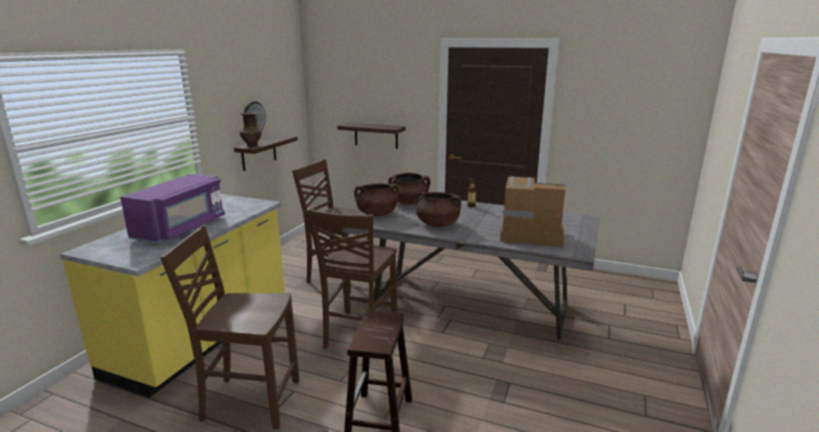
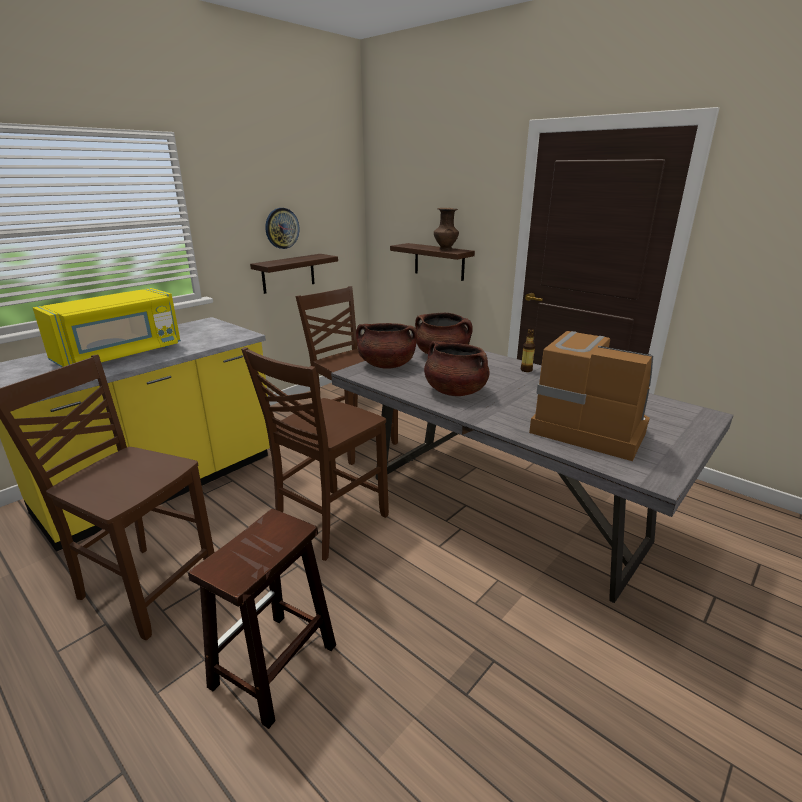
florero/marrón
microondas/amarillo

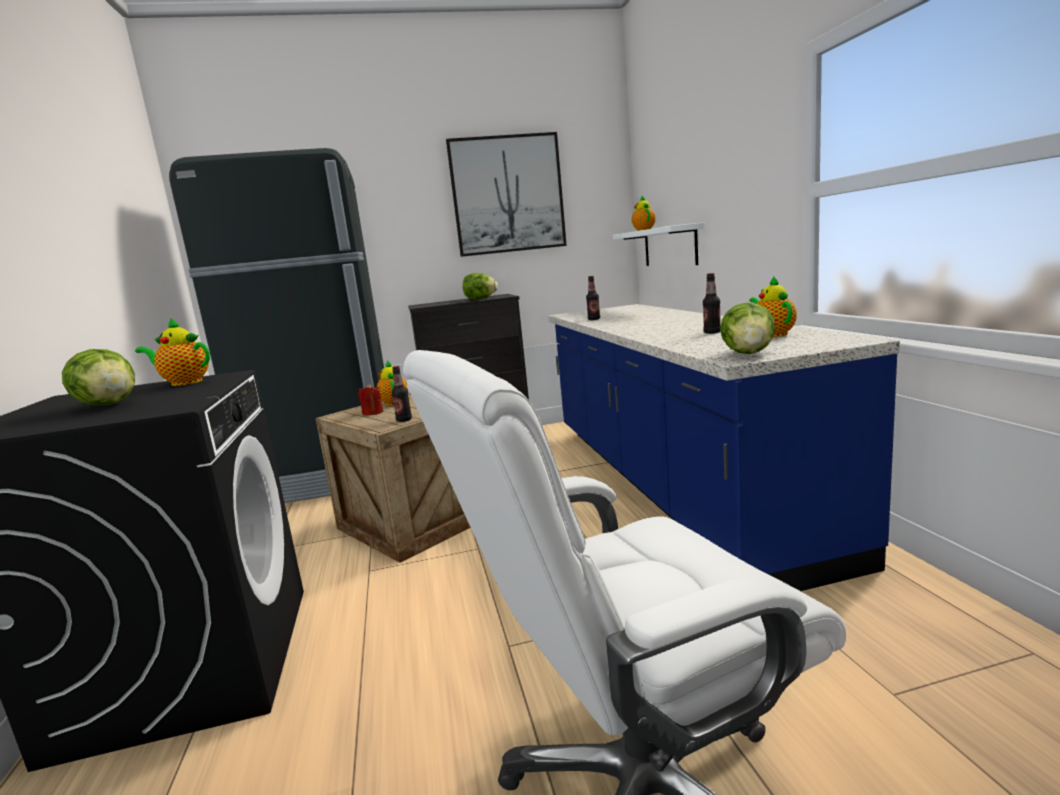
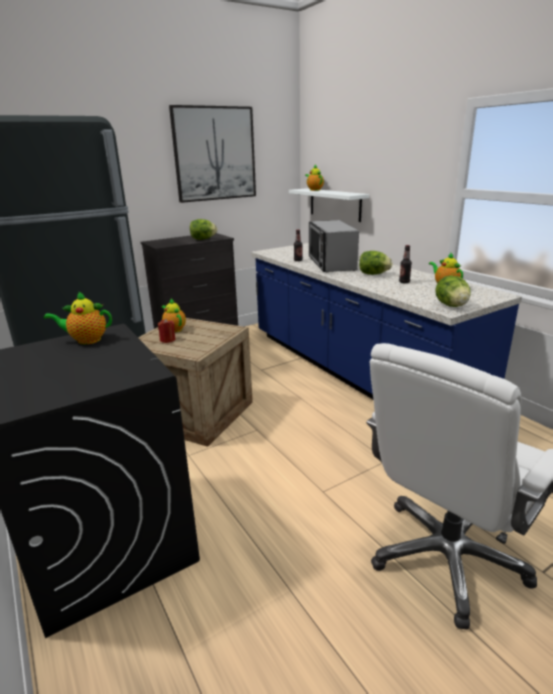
lechuga (2nd from left)
botella (1st from left in the first image)
microondas

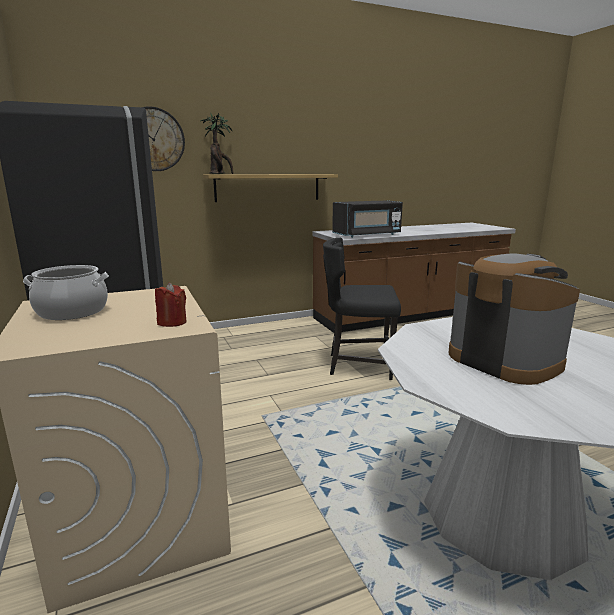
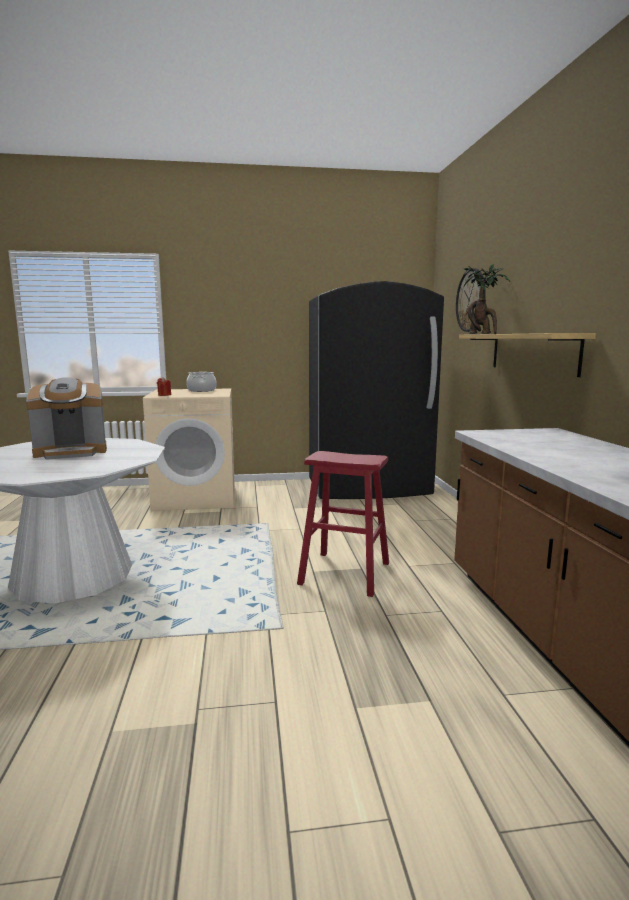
microondas/negro
taburete/rojo

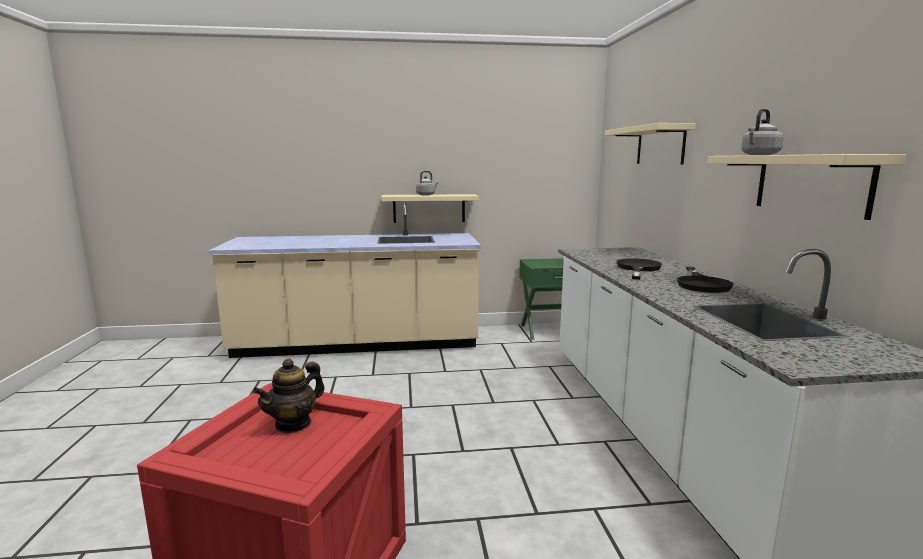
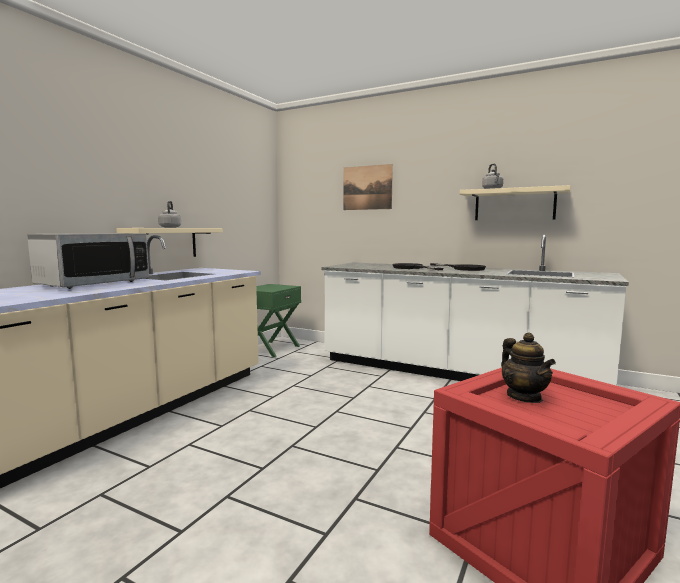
cuadro
microondas

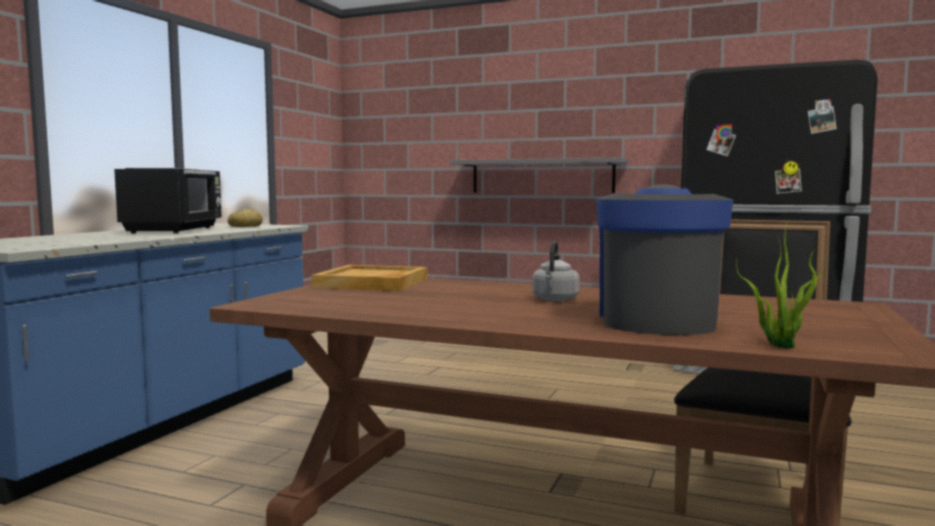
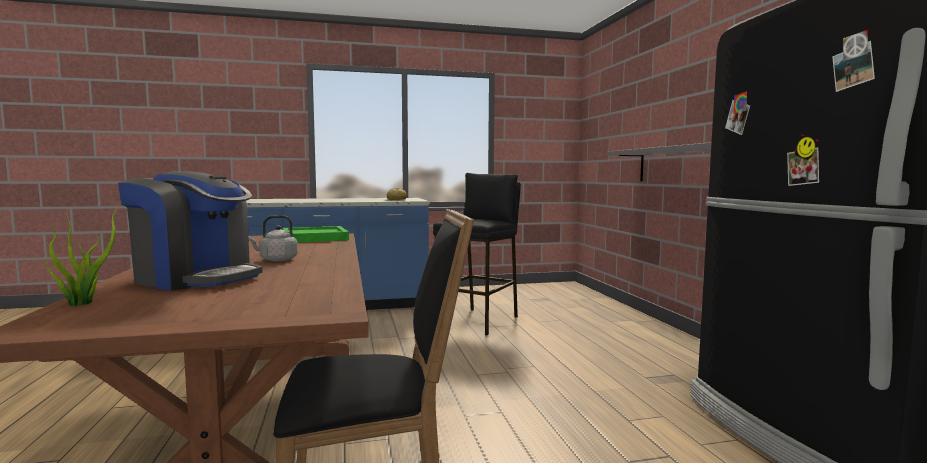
microondas/negro
cafetera
bandeja/verde
taburete/negro

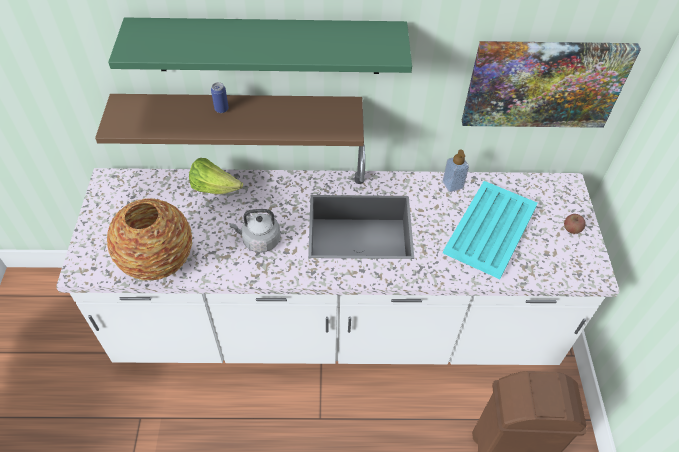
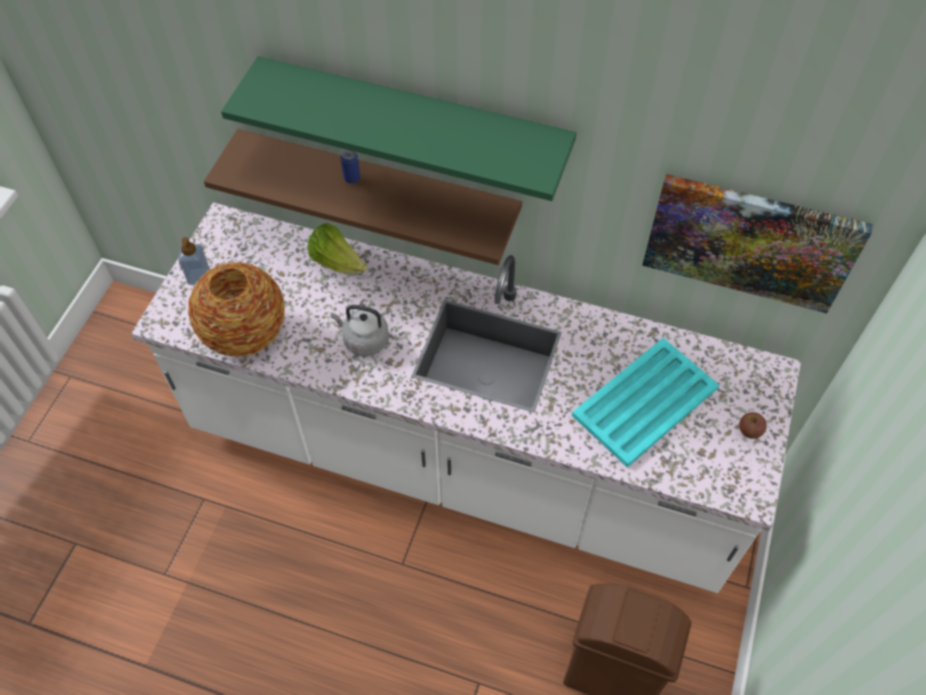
dispensador de jabón

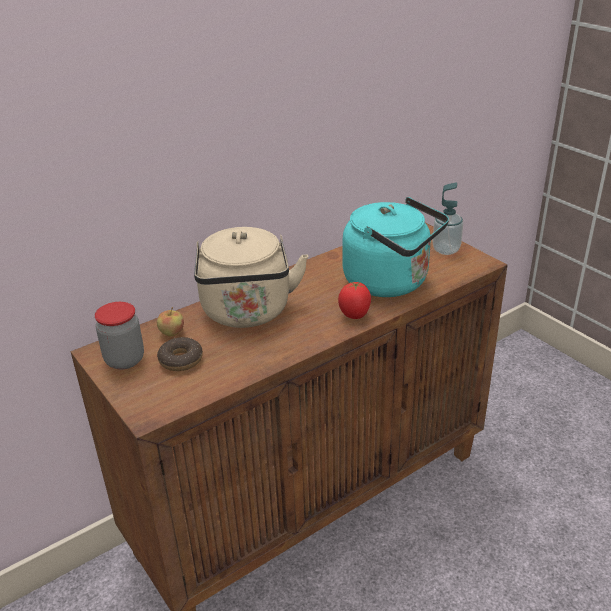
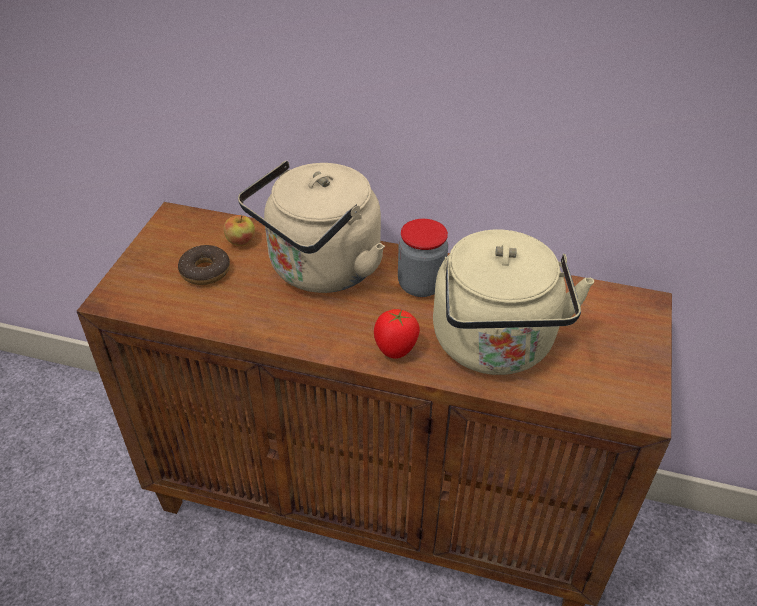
dispensador de jabón
hervidor/beis (2nd from left)
tarro

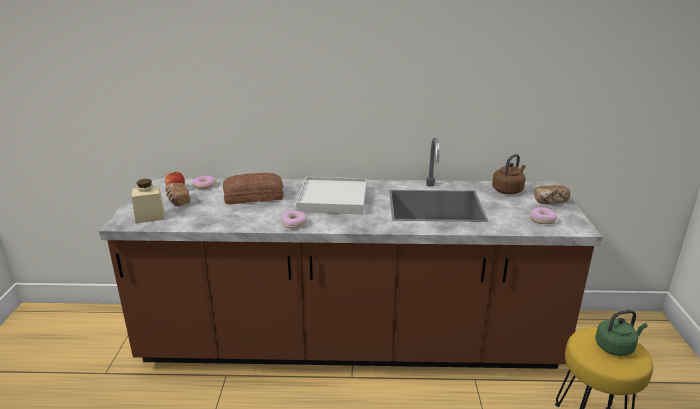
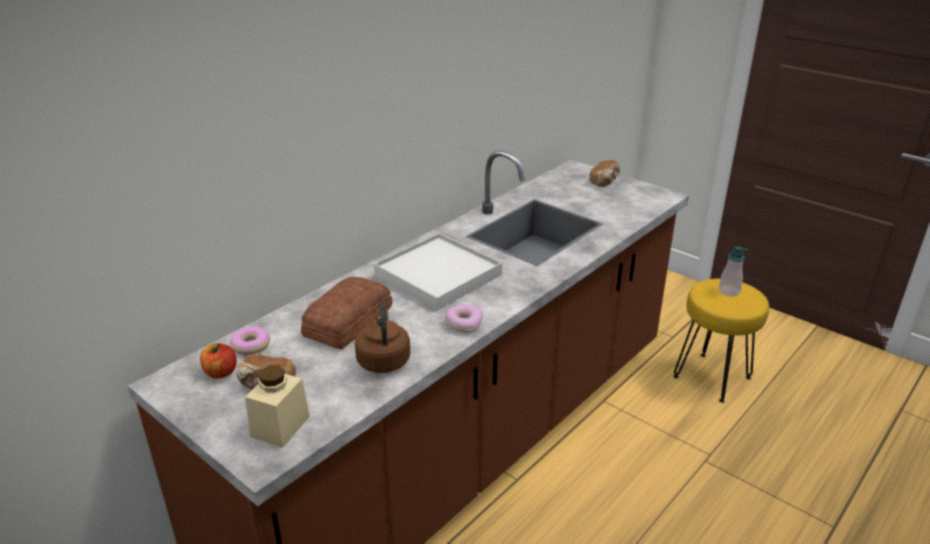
hervidor/marrón
rosquilla (3rd from left in the first image)
dispensador de jabón

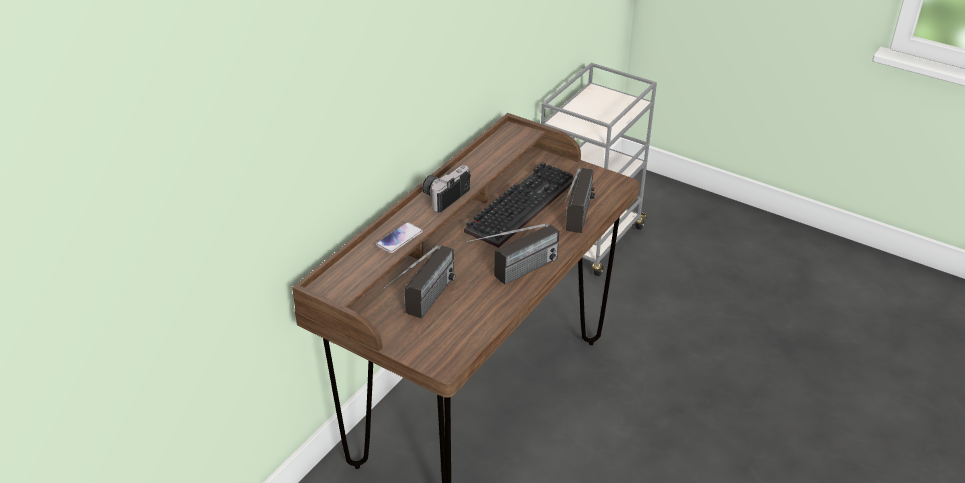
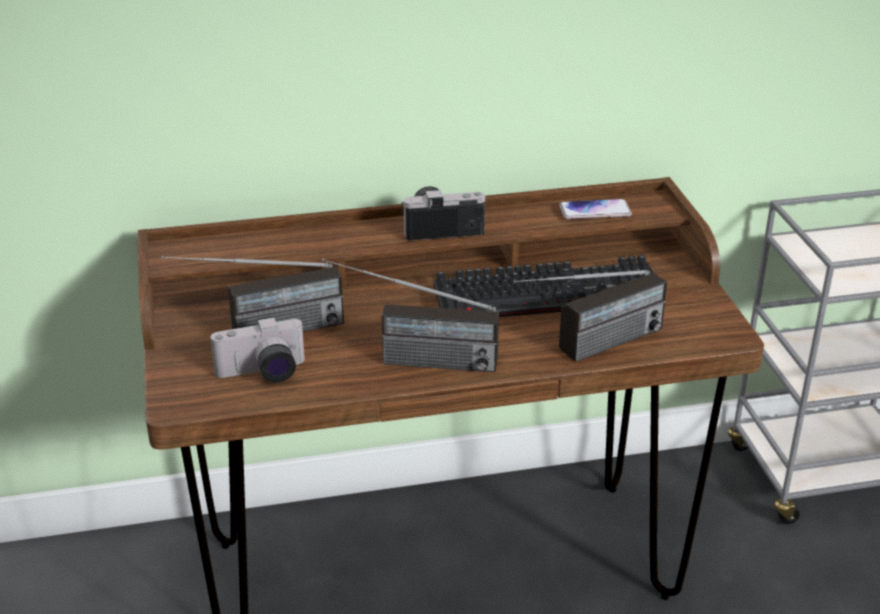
móvil
cámara (1st from left)

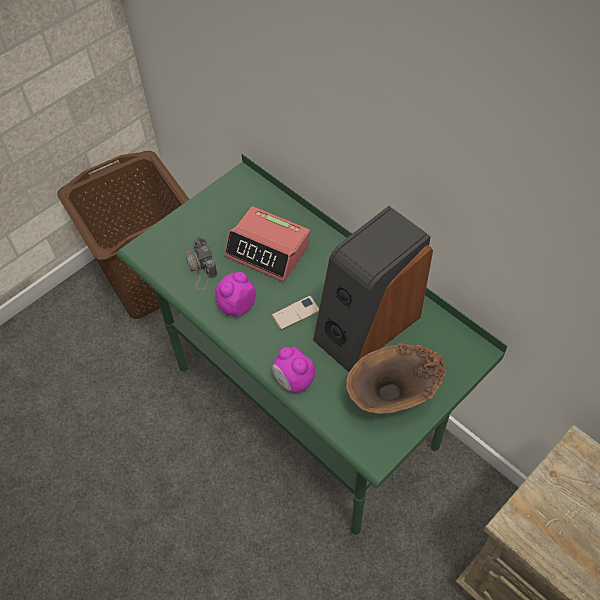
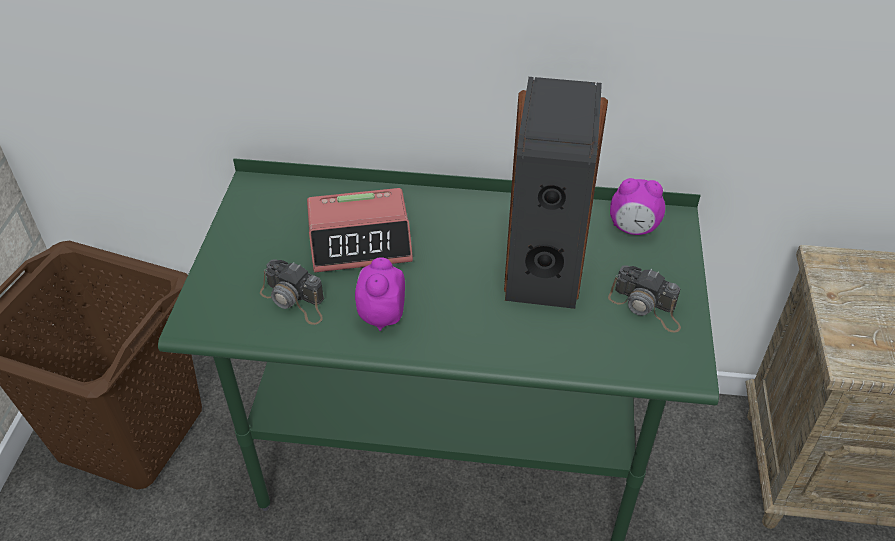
móvil
cámara (2nd from left)
despertador (3rd from left)

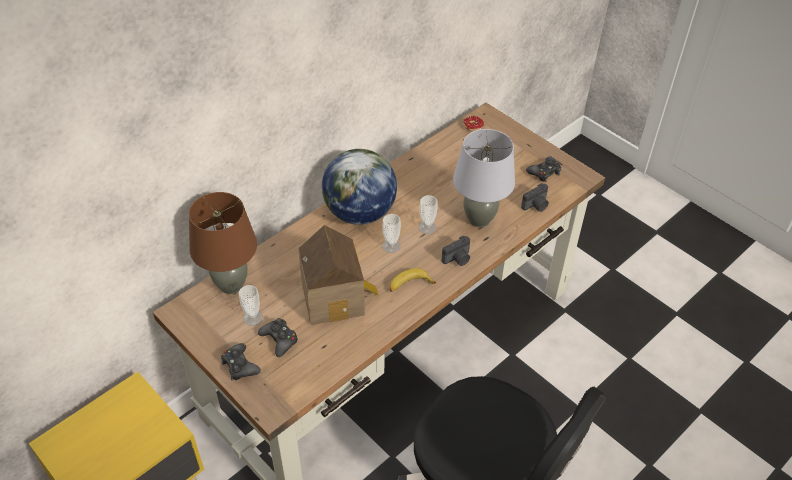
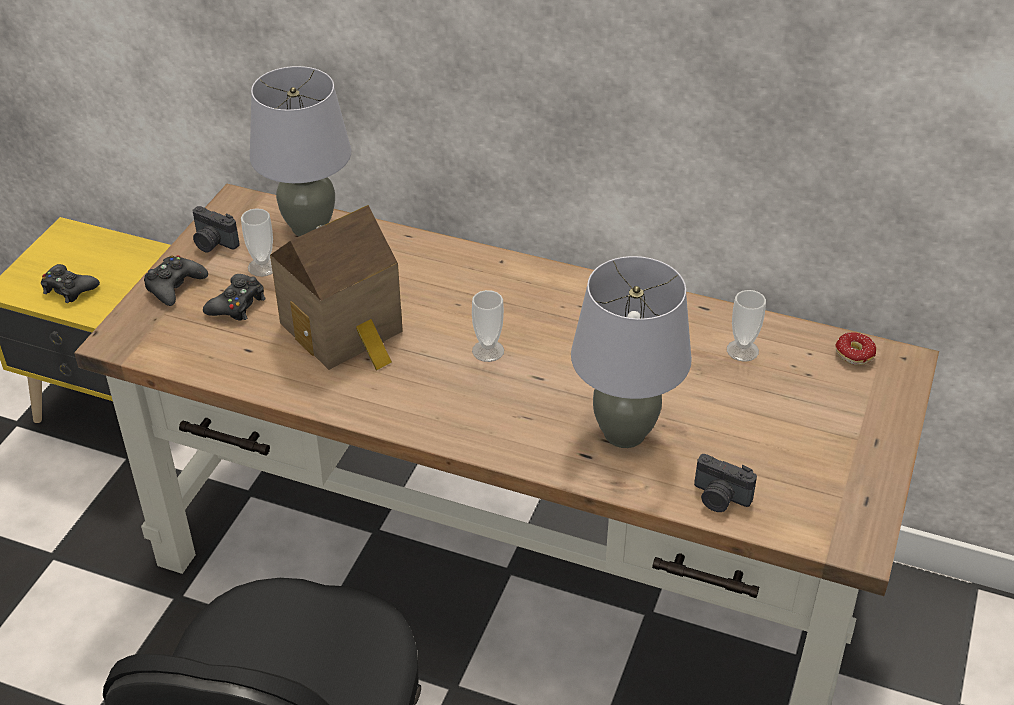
globo terráqueo
mando de consola/negro (1st from left)
lámpara de mesa/gris (1st from left)
taza (3rd from left)
cámara (1st from left)
plátano

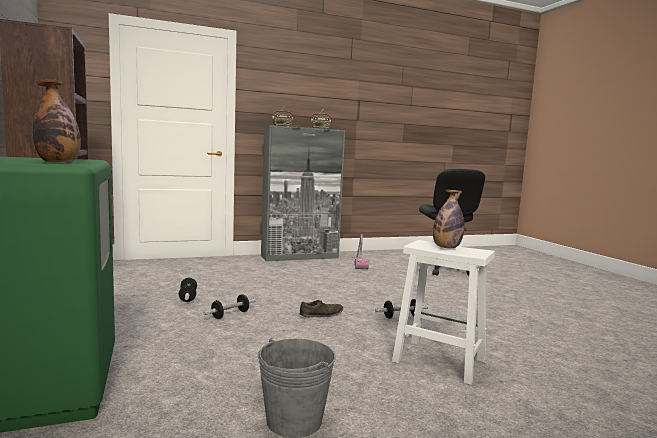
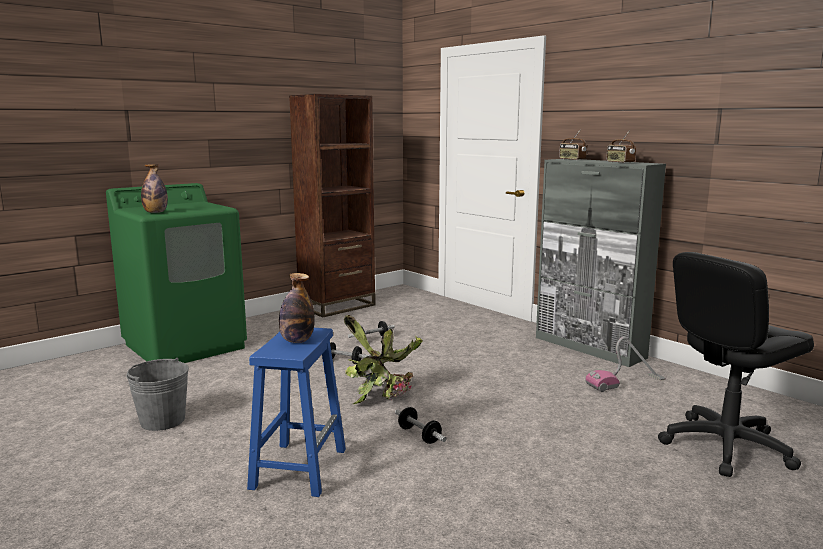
taburete/azul
planta en maceta

